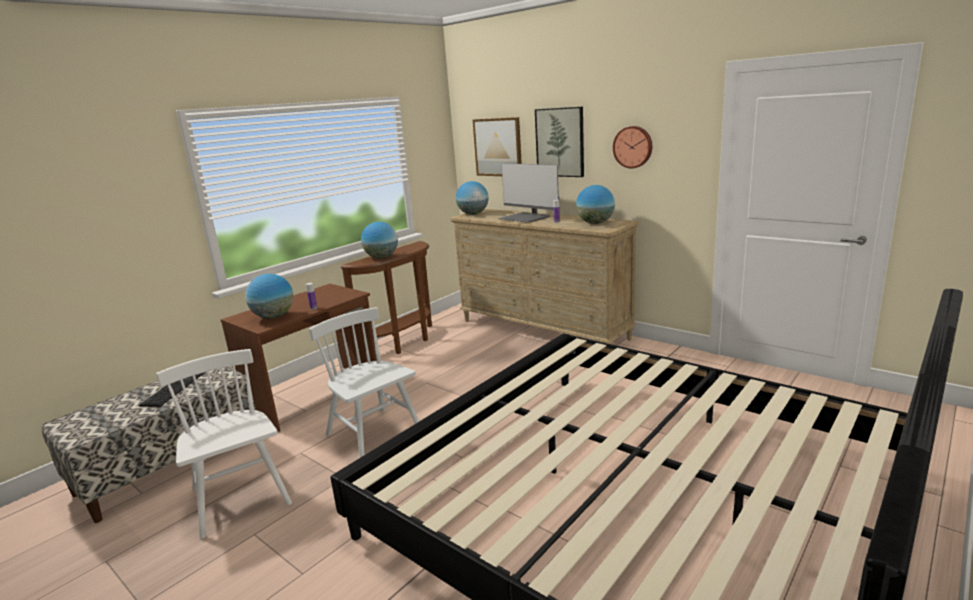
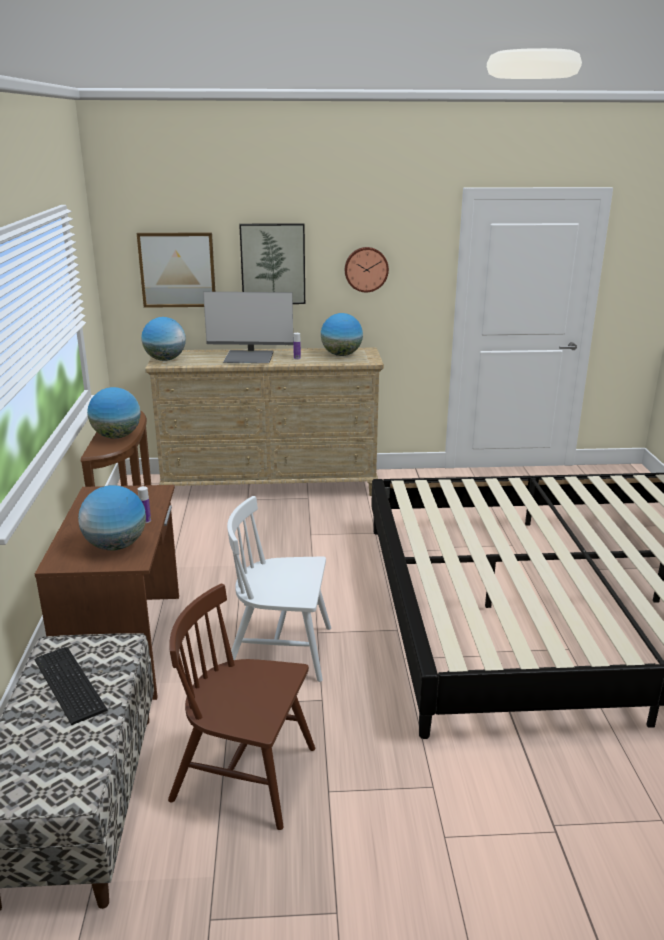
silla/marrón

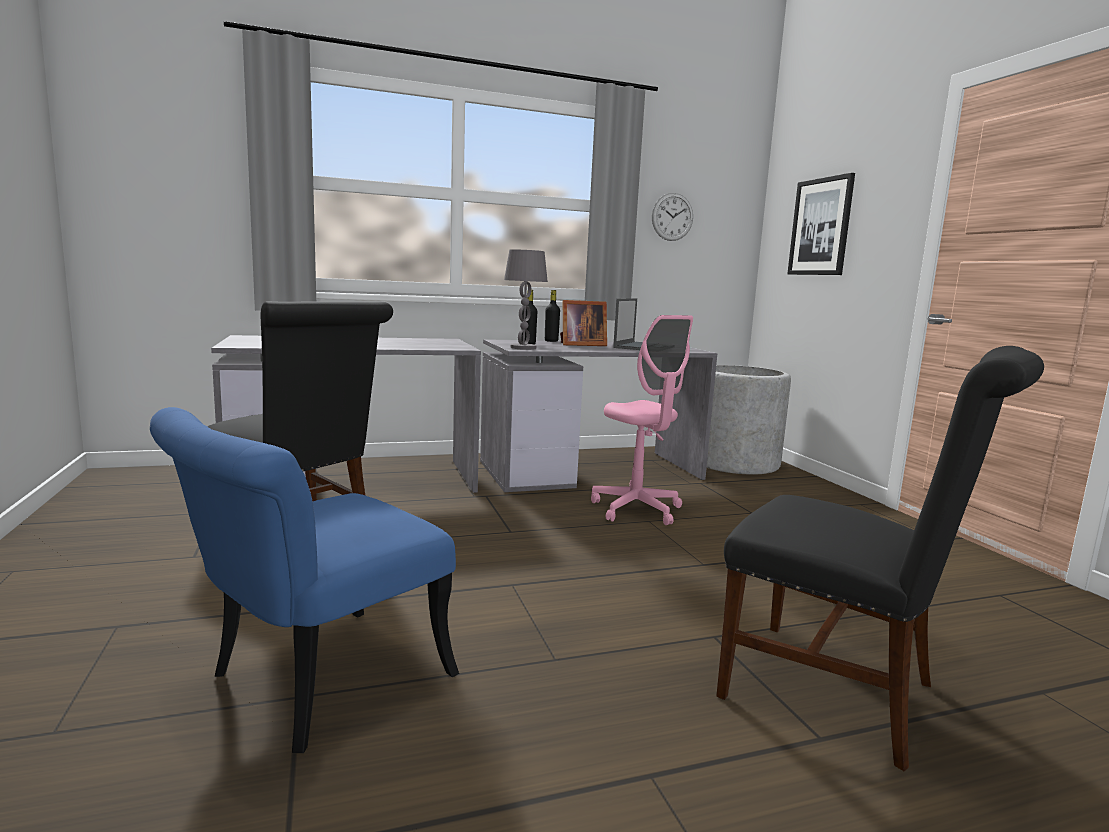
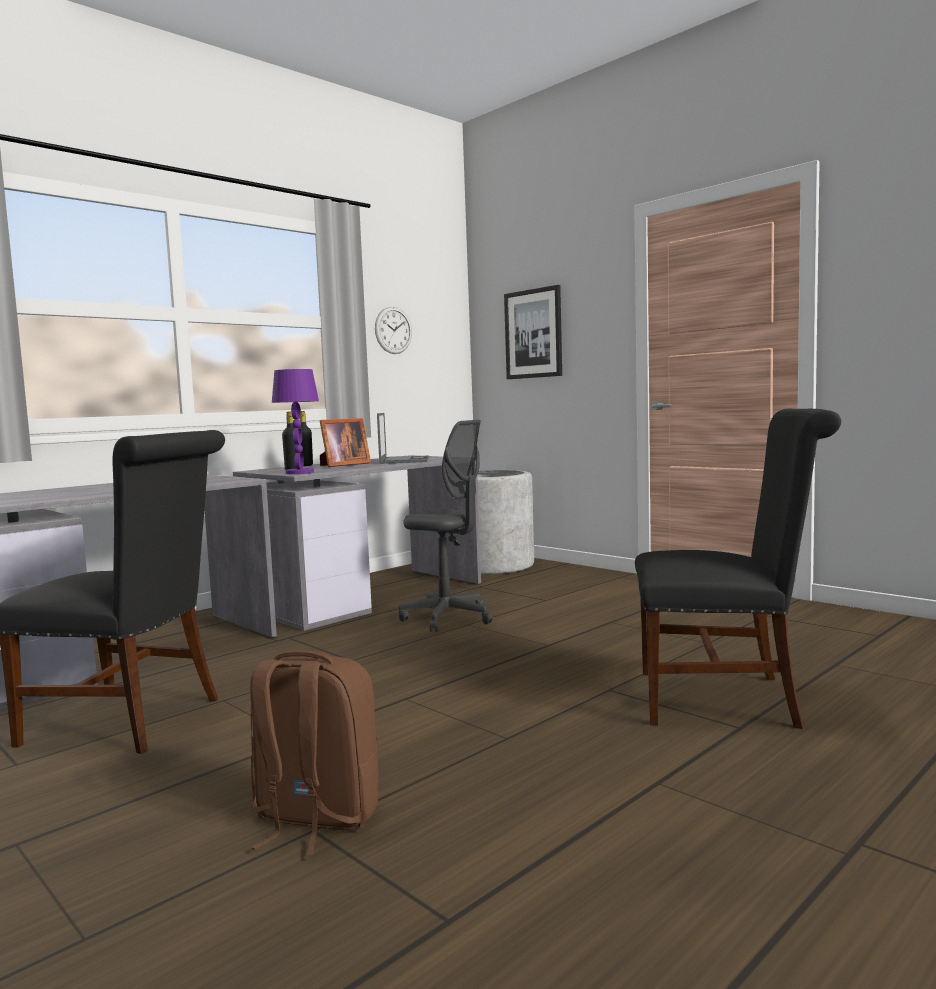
lámpara de mesa/morado
silla de oficina/gris
mochila/marrón

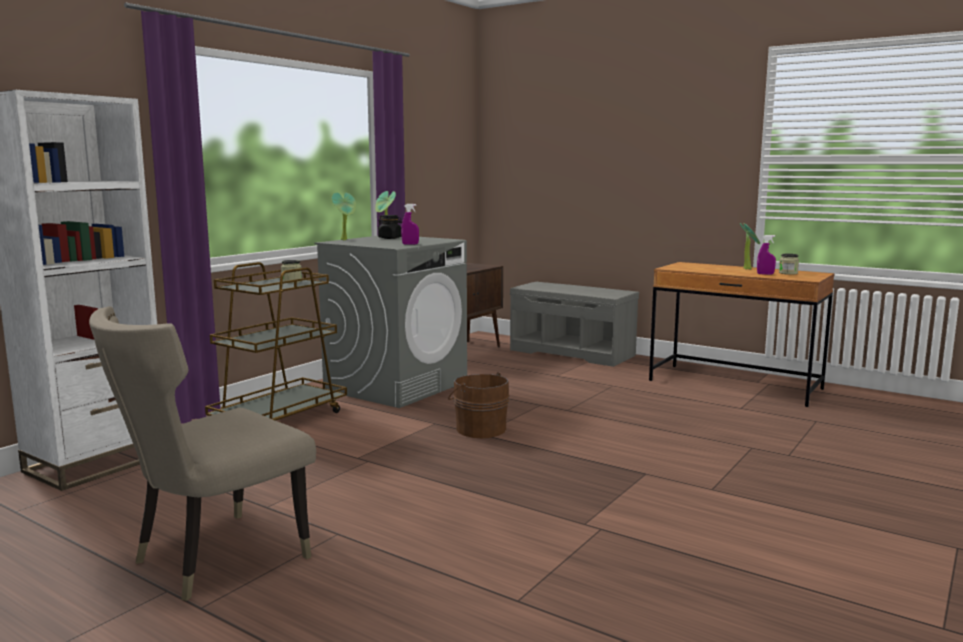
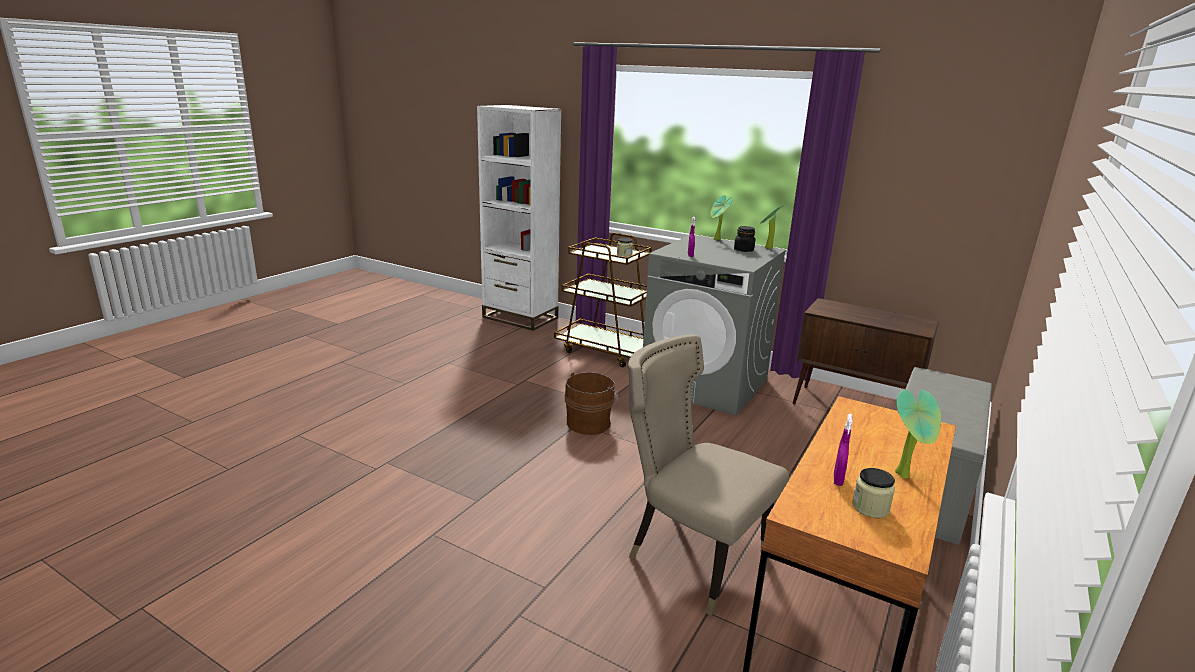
silla/beis

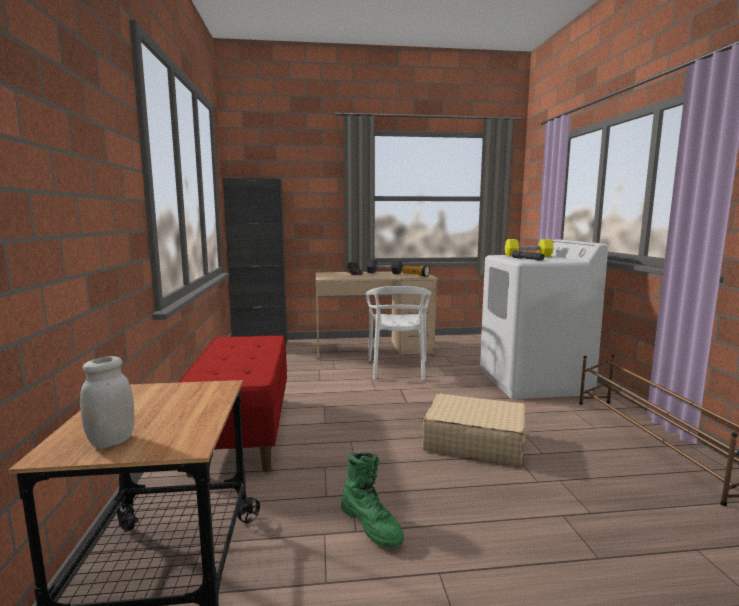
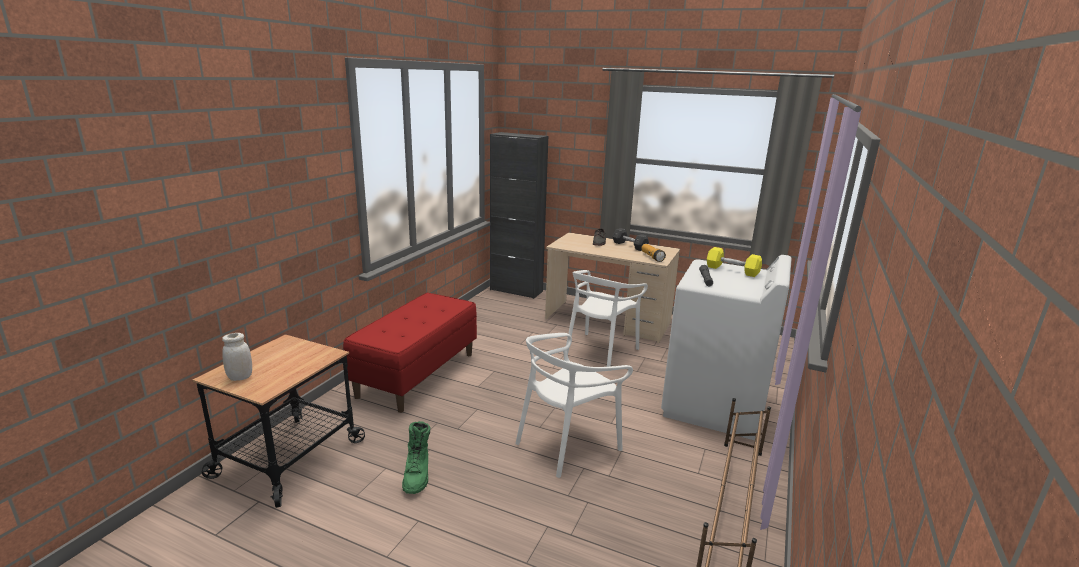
silla/blanco (1st from left)

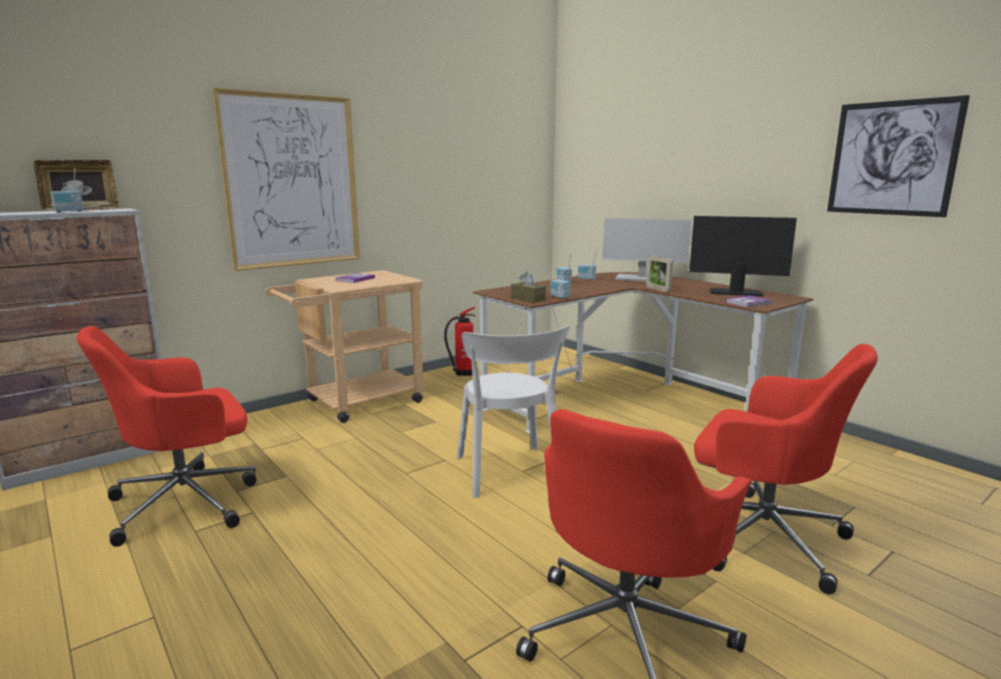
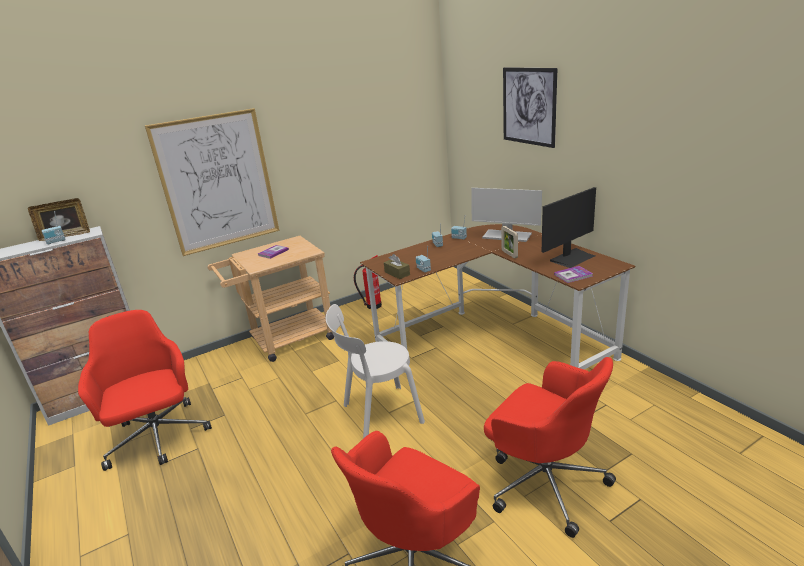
cuadro (2nd from left)
monitor (2nd from left)
silla/blanco
silla de oficina/rojo (1st from left)

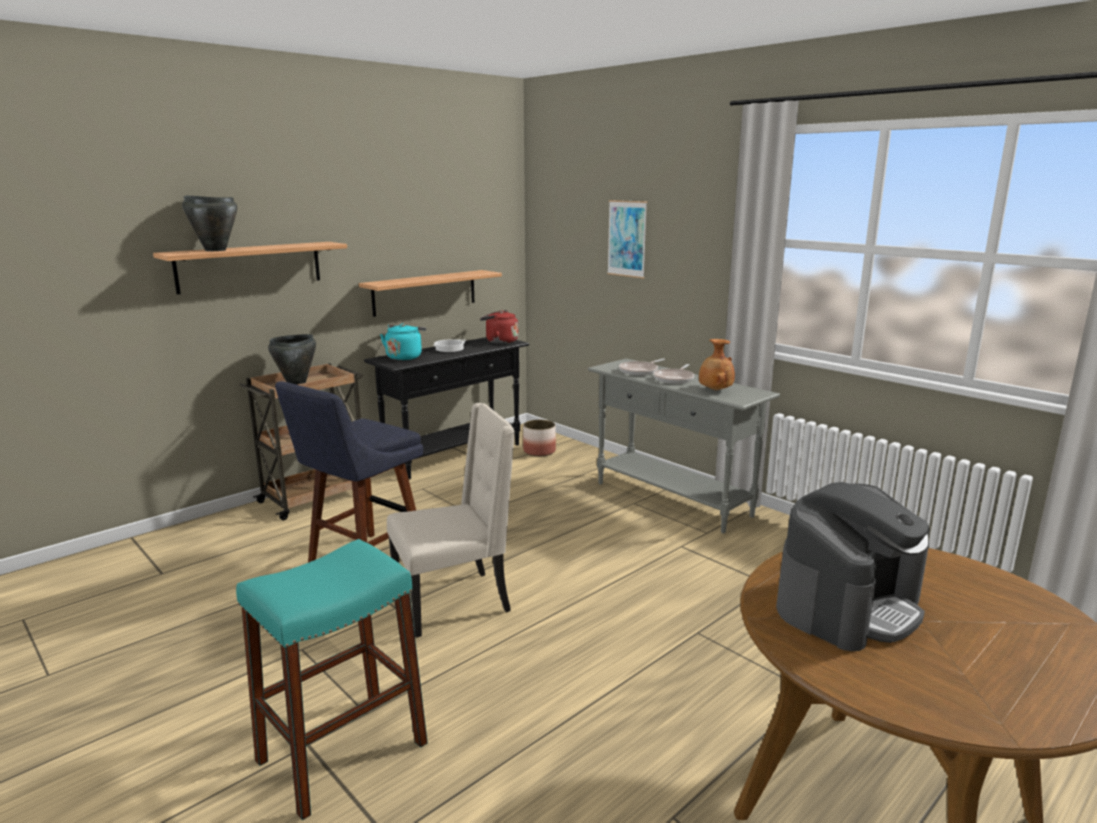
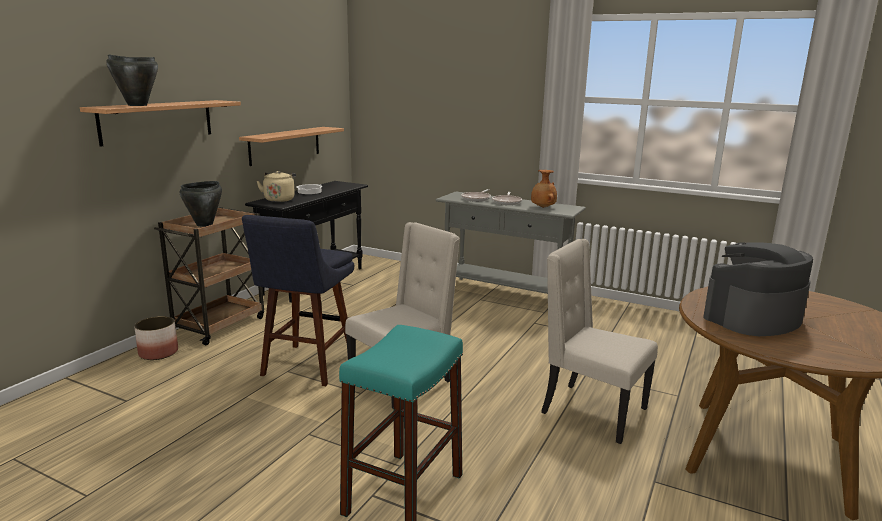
cuadro
hervidor/rojo
hervidor/beis
maceta
cafetera
silla/beis (2nd from left)

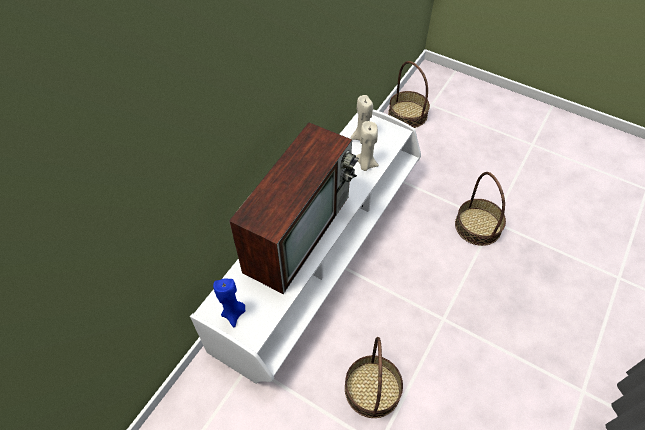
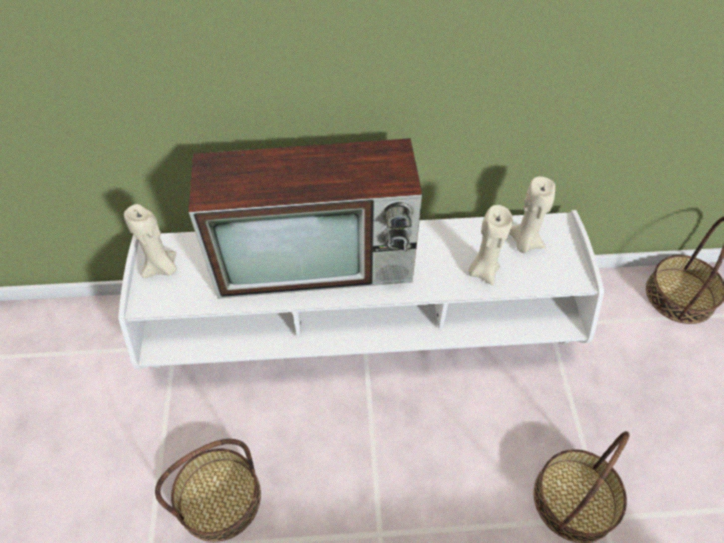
vela/beis (1st from left)

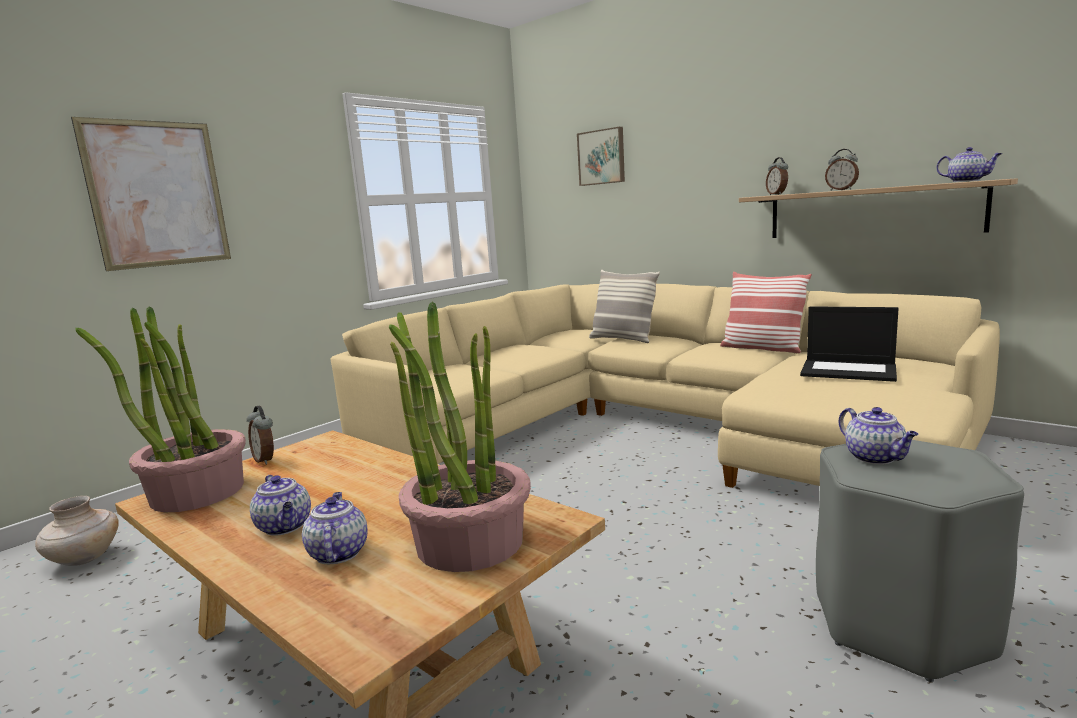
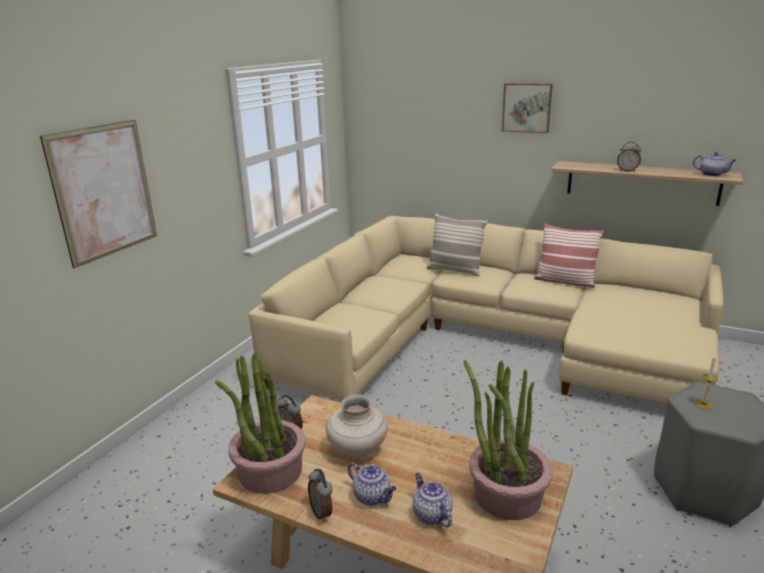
cuadro (2nd from left)
despertador (2nd from left)
portátil
vela
florero/beis

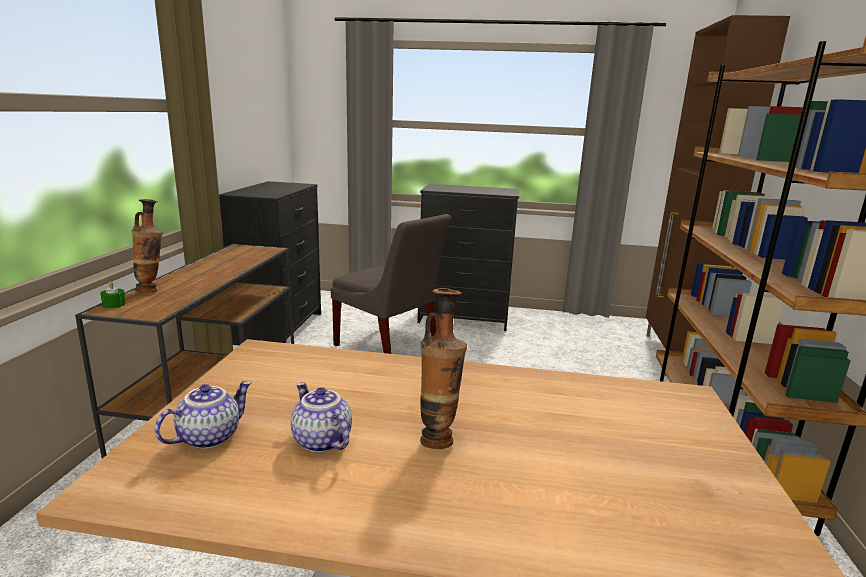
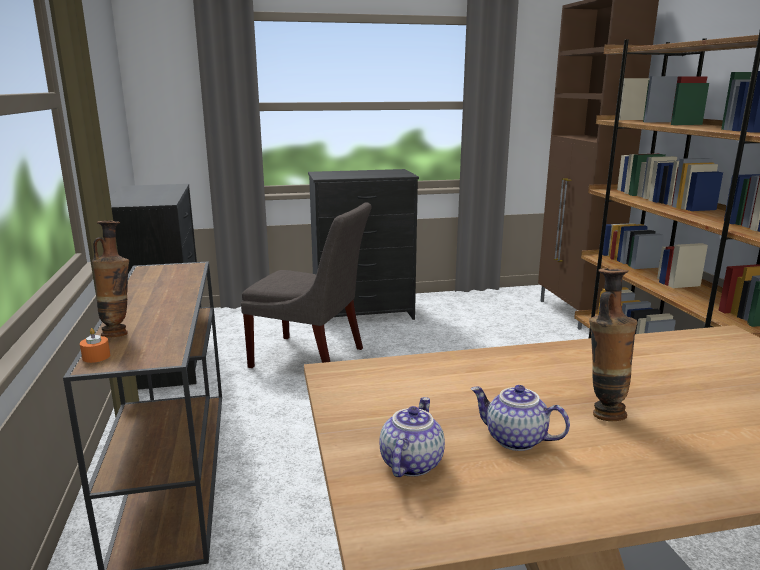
vela/naranja

